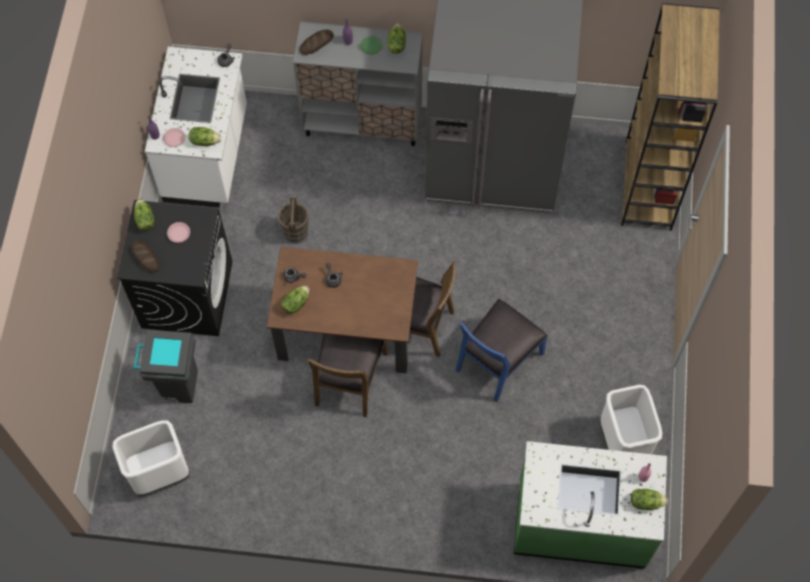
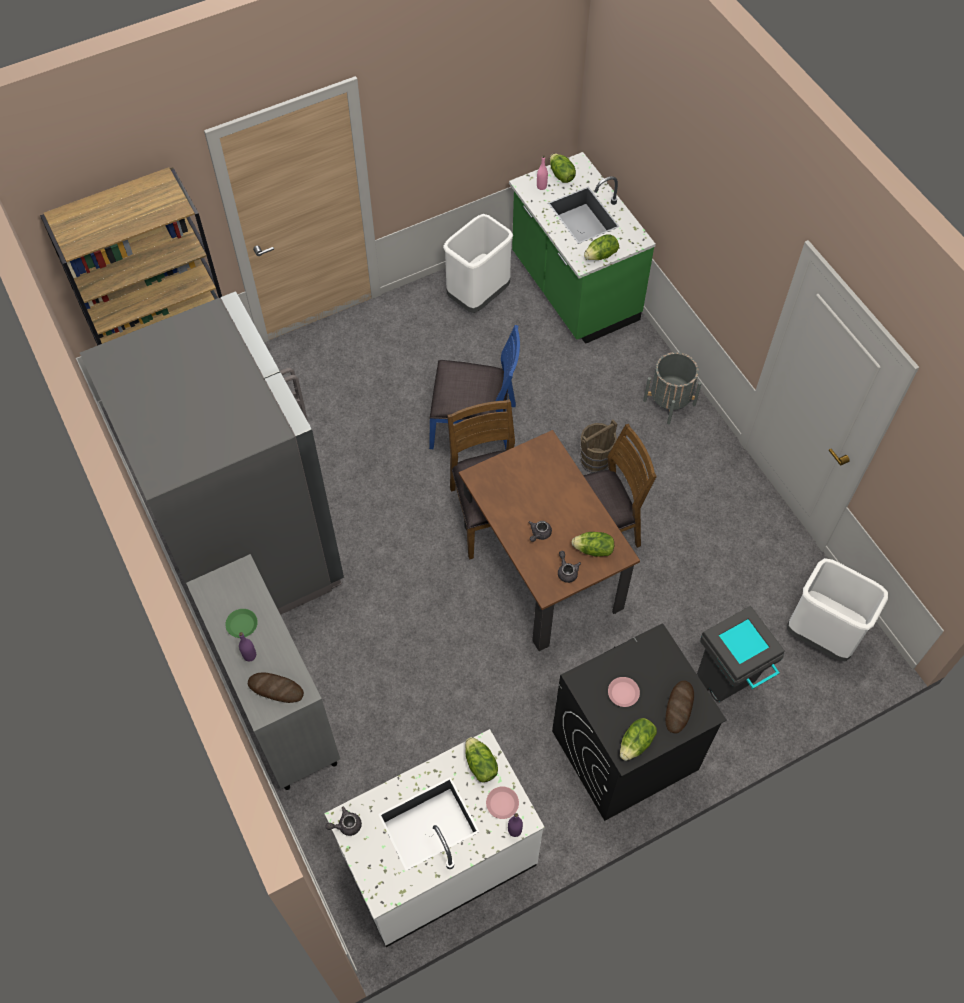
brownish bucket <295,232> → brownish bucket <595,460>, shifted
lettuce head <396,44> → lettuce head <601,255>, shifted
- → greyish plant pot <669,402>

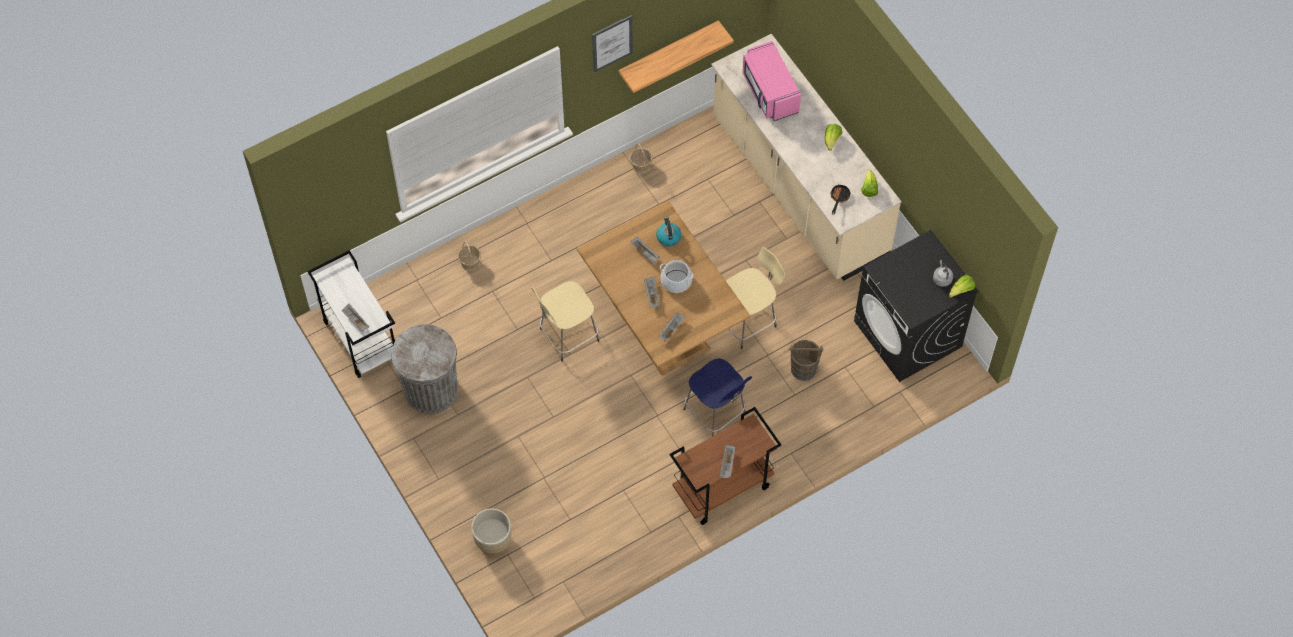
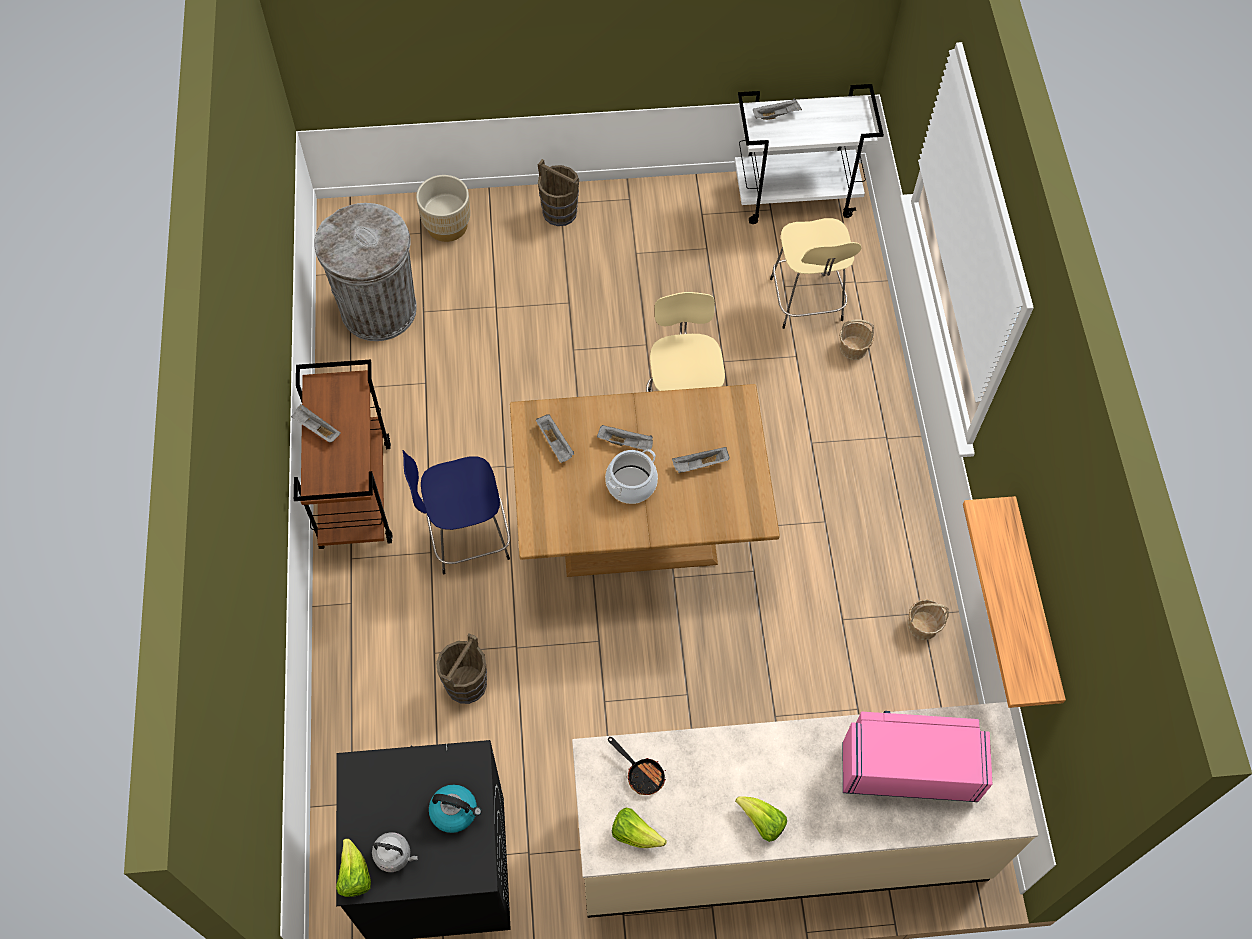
greyish trash can <431,389> → greyish trash can <379,310>, shifted
wall picture <612,43> → -
kettle <668,237> → kettle <455,811>, shifted
sand-coloured stool <748,321> → sand-coloured stool <806,302>, shifted
- → brownish bucket <560,212>

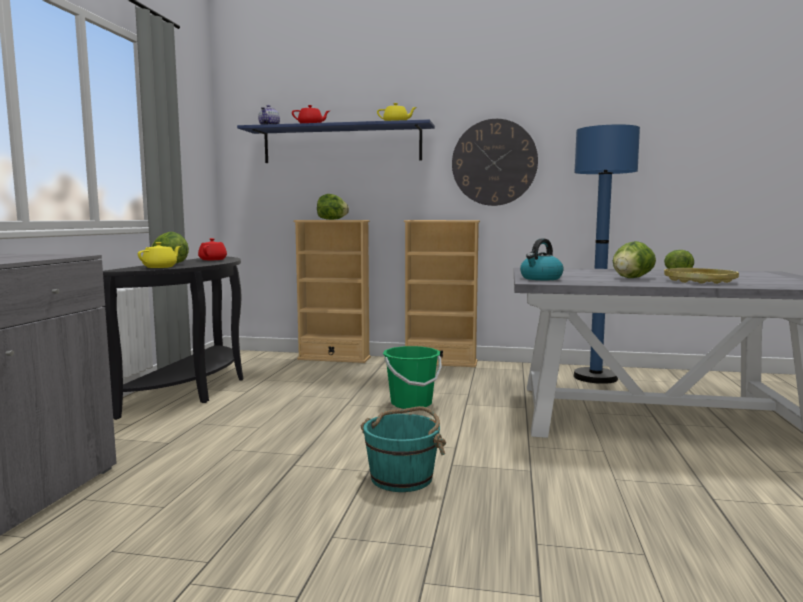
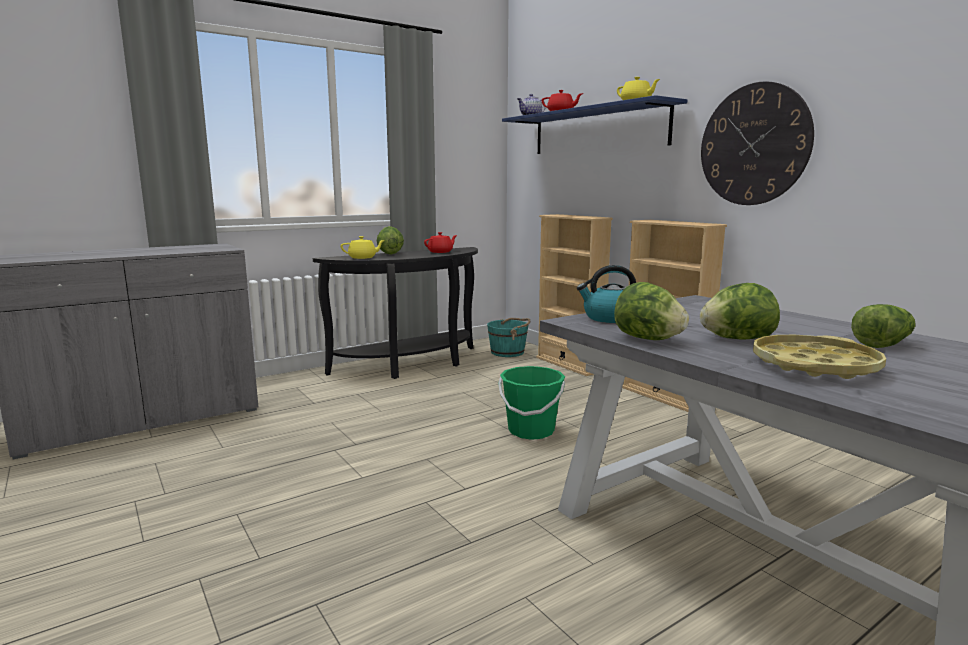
lettuce head <332,219> → lettuce head <647,339>, shifted
turquoise bucket <402,477> → turquoise bucket <508,352>, shifted
bluish standing lamp <595,377> → -

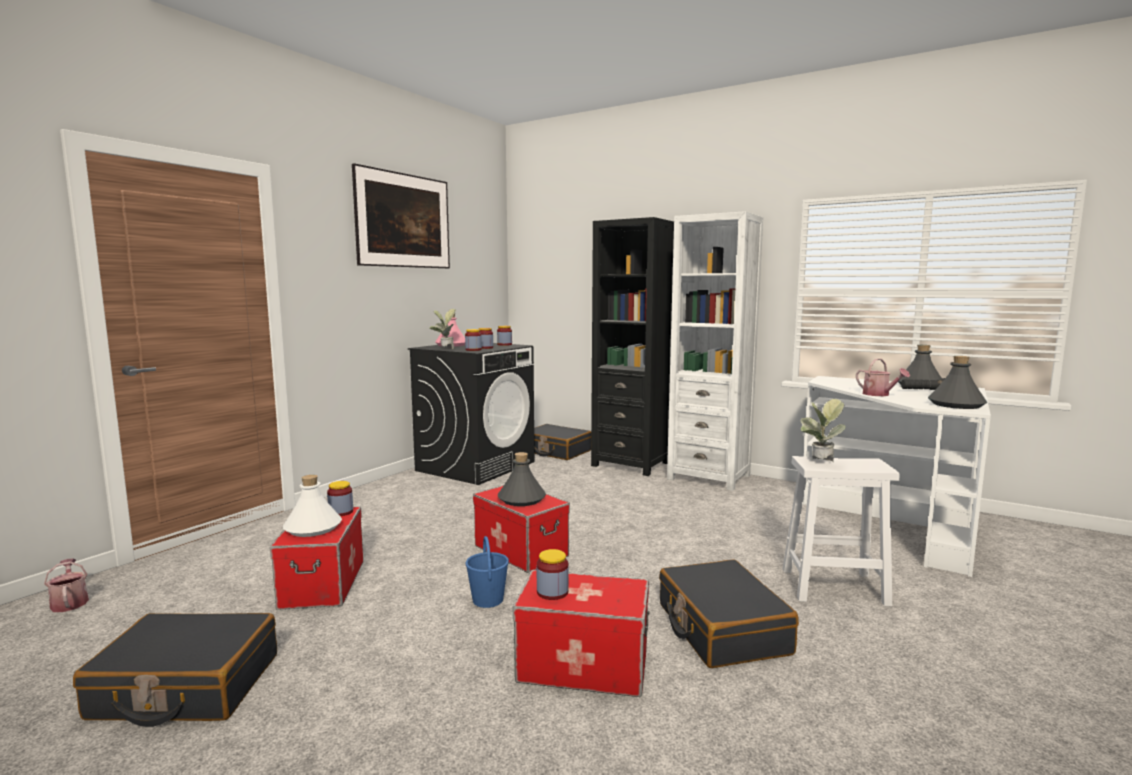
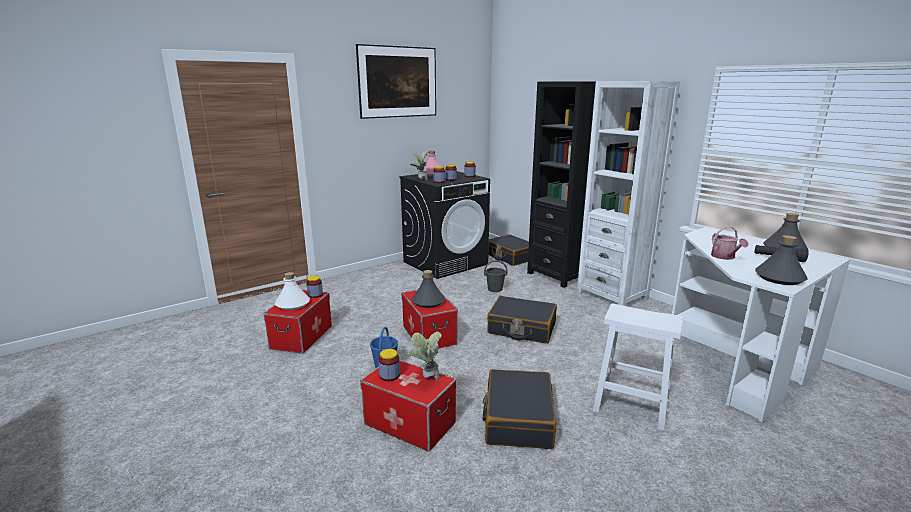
watering pot <70,602> → -
blackish piece of luggage <186,687> → blackish piece of luggage <521,328>, shifted
potted plant <819,462> → potted plant <426,379>, shifted
- → greyish bucket <495,289>

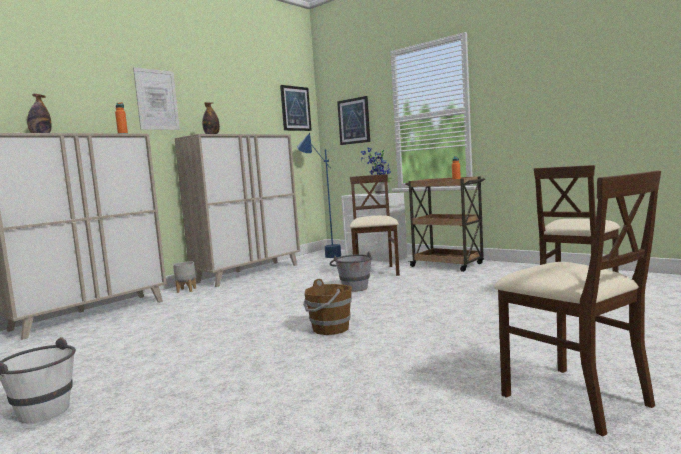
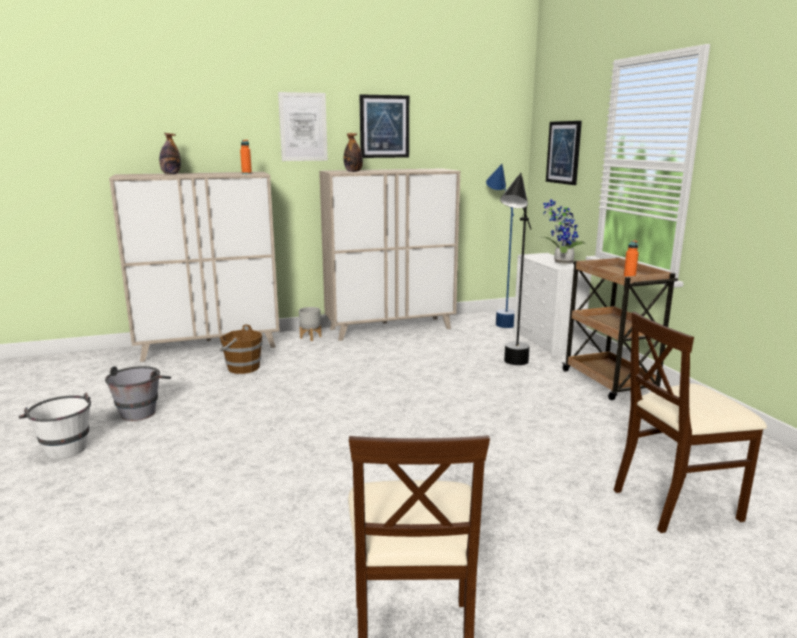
wall picture <295,108> → wall picture <384,126>, shifted
brownish bucket <330,329> → brownish bucket <242,368>, shifted
greyish bucket <353,287> → greyish bucket <142,410>, shifted
sand-coloured chair <376,272> → blackish standing lamp <511,367>

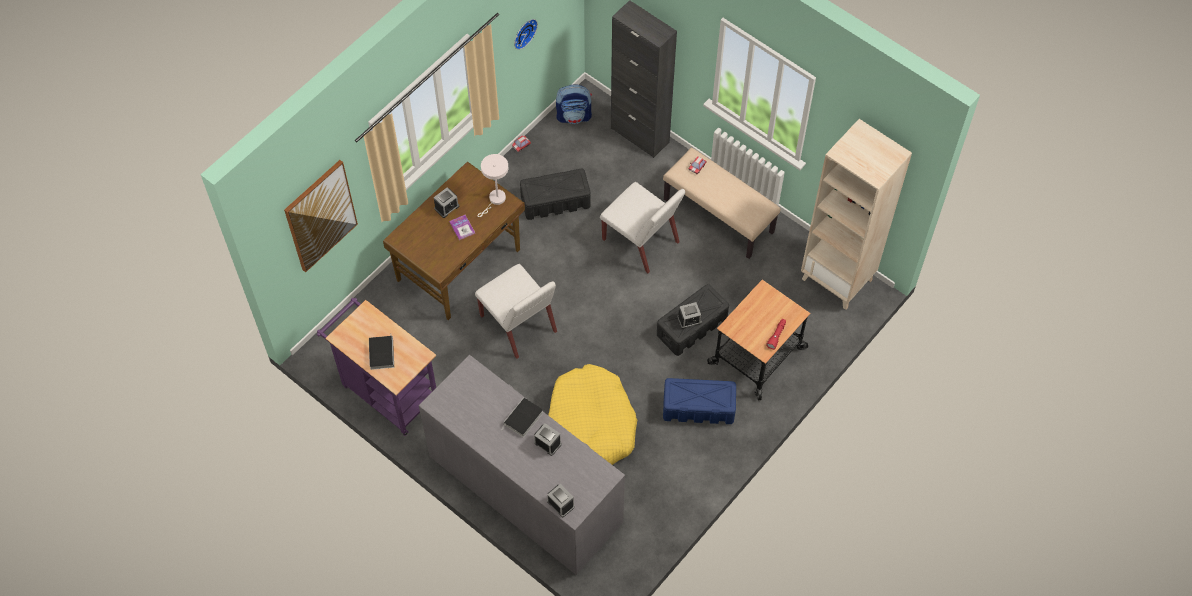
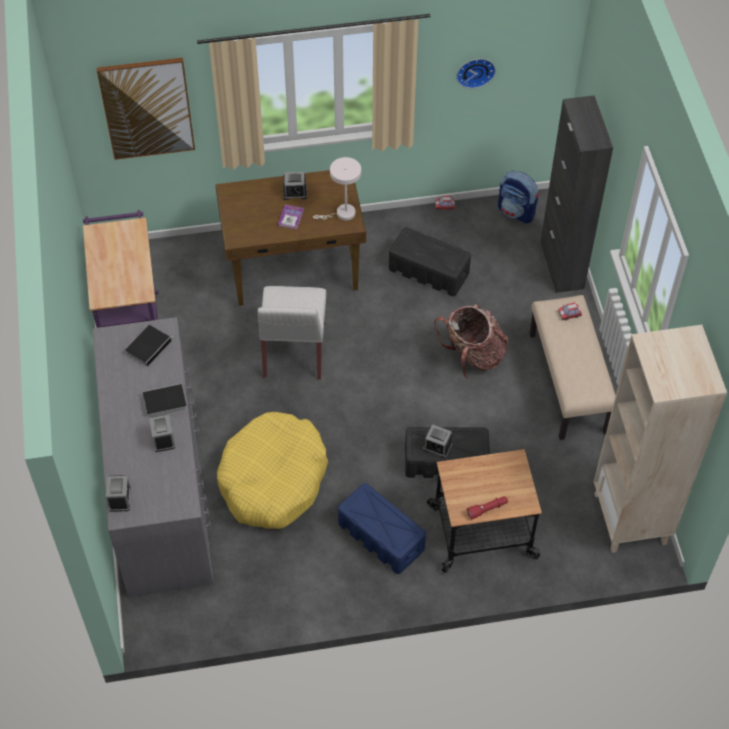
book <381,353> → book <149,346>, shifted
white chair <641,241> → backpack <472,356>

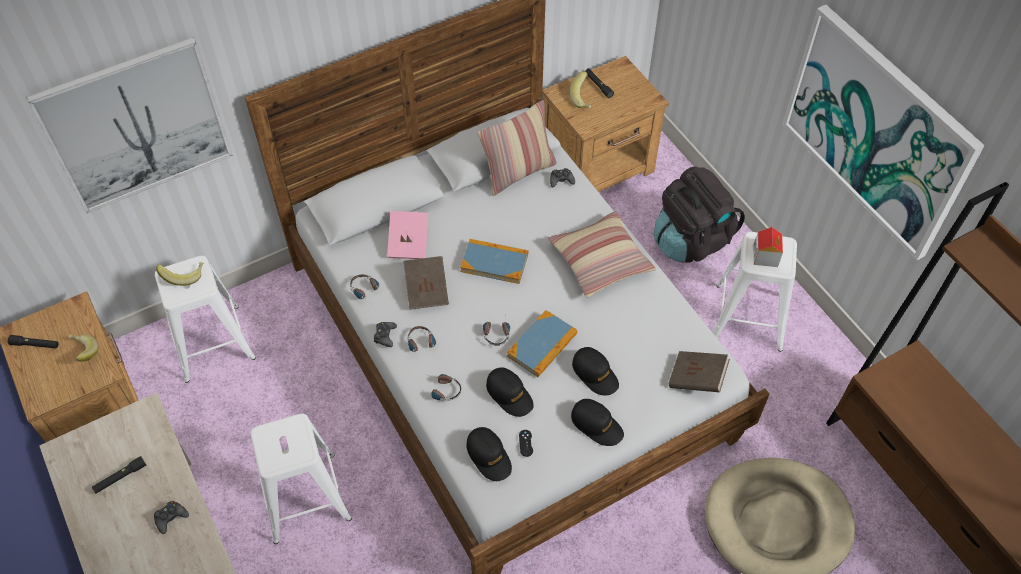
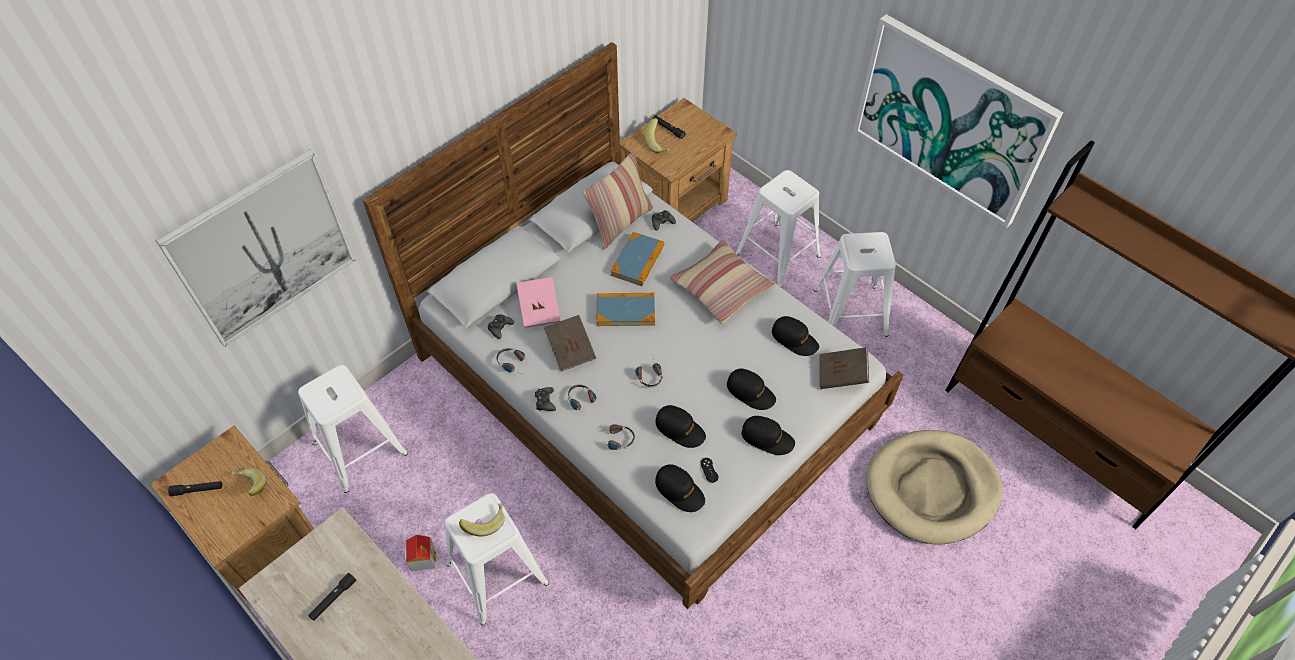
blackish joypad <171,518> → blackish joypad <500,328>, shifted
whole banana <184,276> → whole banana <485,522>, shifted
book <542,345> → book <637,261>, shifted
blackish backpack <691,240> → white stool <779,254>
toy house <765,256> → toy house <422,558>, shifted
- → blackish peaked cap <794,339>

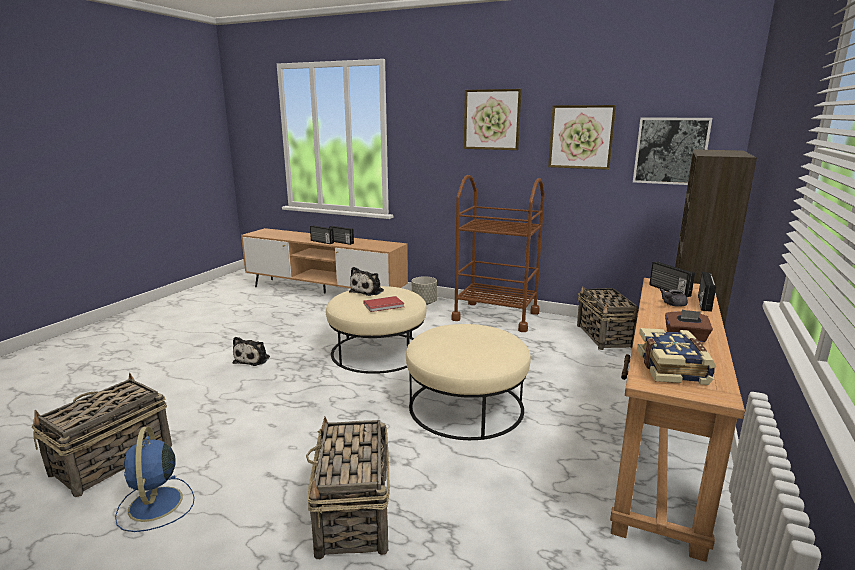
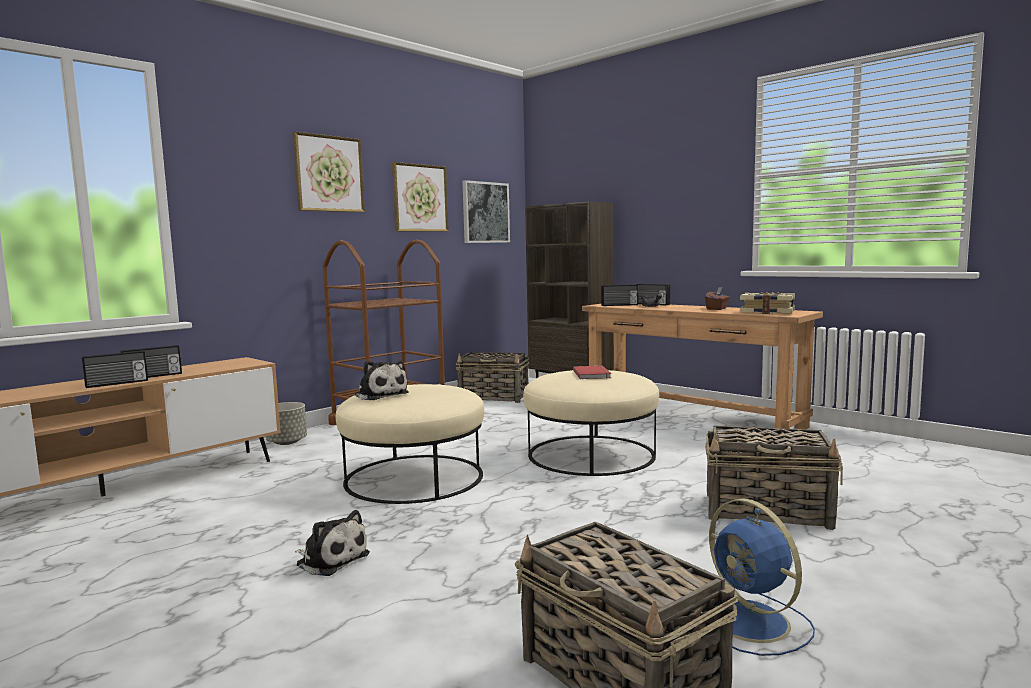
bluish cooling fan <155,505> → bluish cooling fan <753,623>, 60 degrees clockwise
red-coloured book <384,306> → red-coloured book <593,374>, shifted

